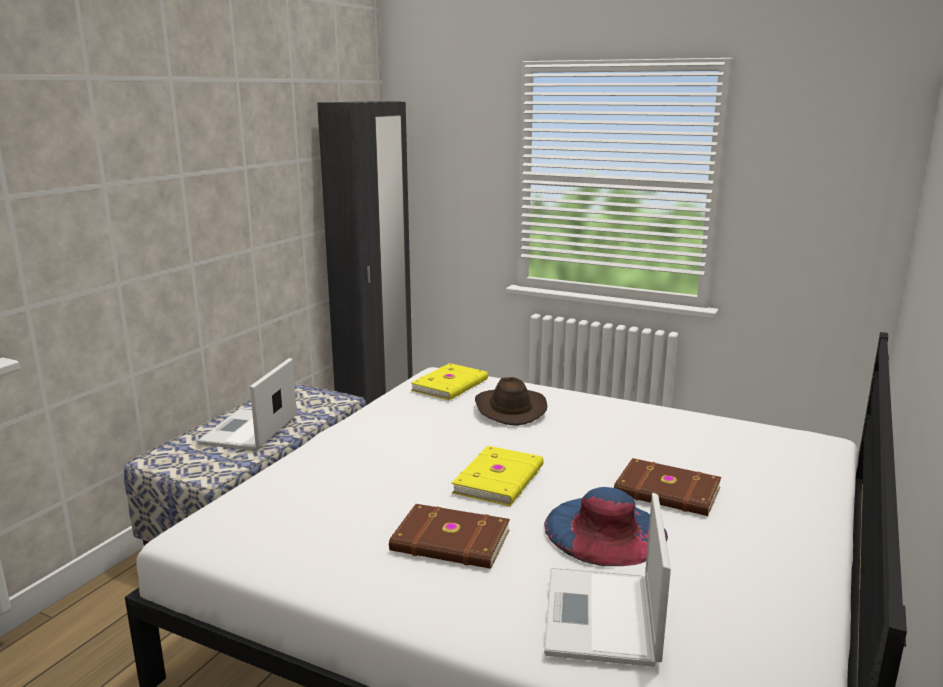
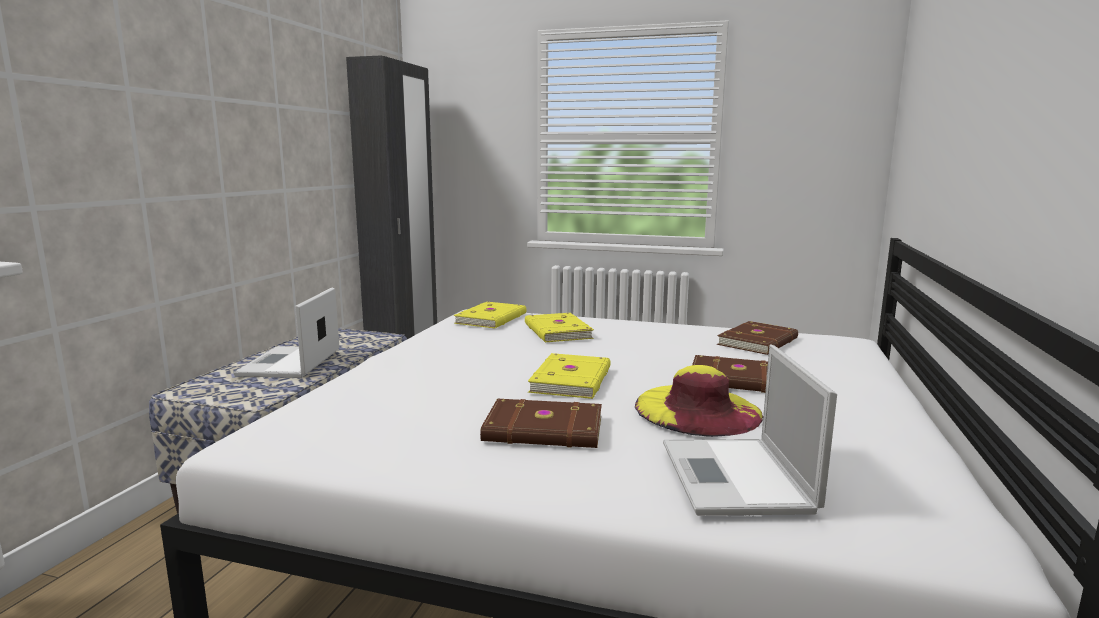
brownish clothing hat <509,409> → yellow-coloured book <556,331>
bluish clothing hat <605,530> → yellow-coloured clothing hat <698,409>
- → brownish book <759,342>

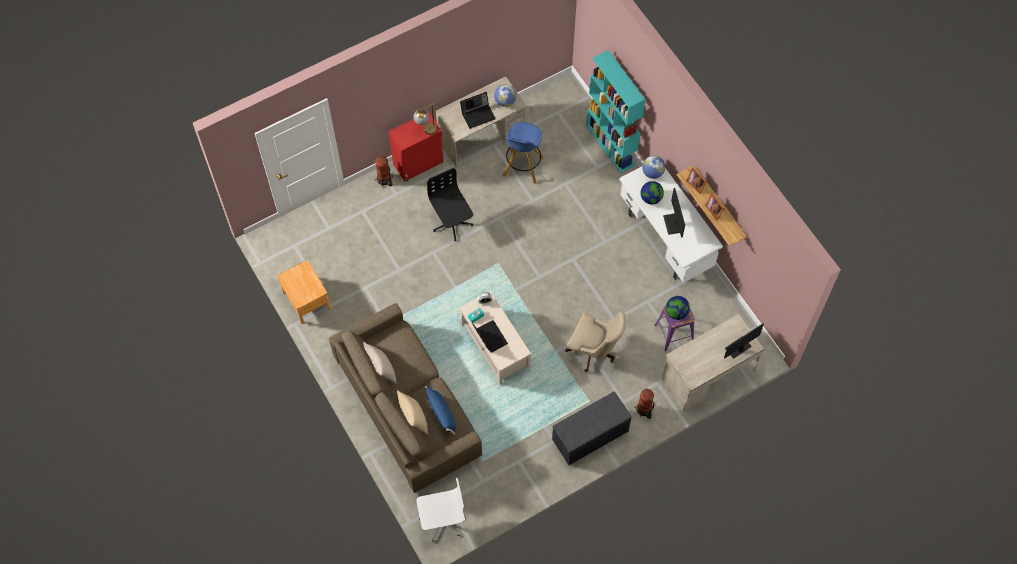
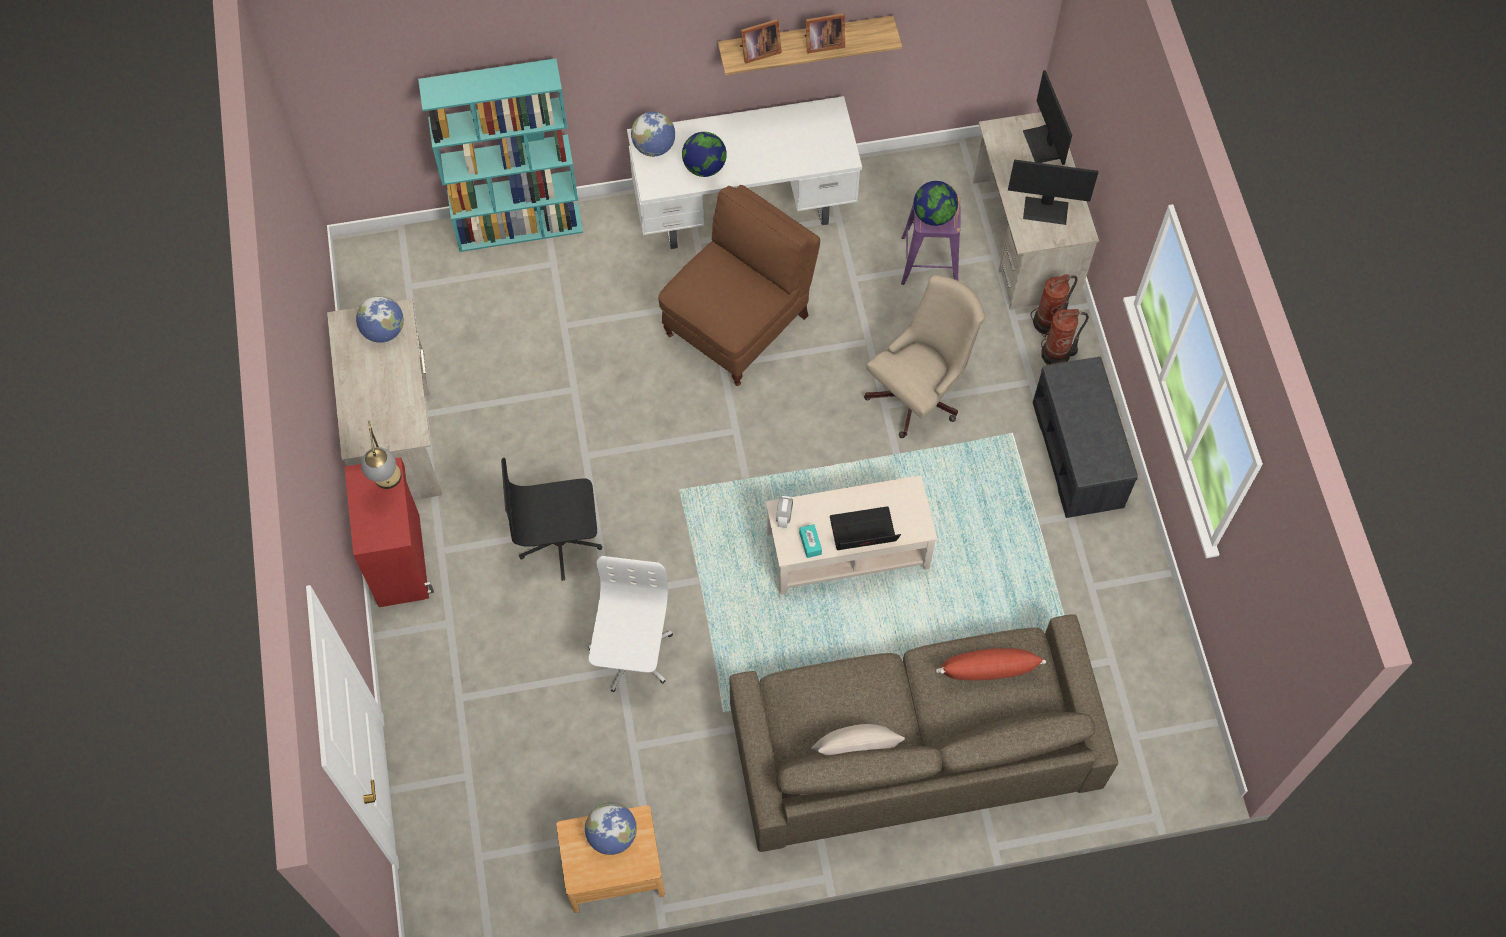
fire-fighting cylinder <384,180> → fire-fighting cylinder <1048,323>, shifted
sand-coloured throw pillow <413,419> → -
white desk chair <442,520> → white desk chair <632,654>, shifted
bluish throw pillow <441,413> → red-coloured throw pillow <987,670>
laptop <478,115> → -
bluish stool <523,167> → -
computer screen <673,223> → computer screen <1046,210>, shifted
- → desk globe <612,835>
- → brownish chair <739,324>

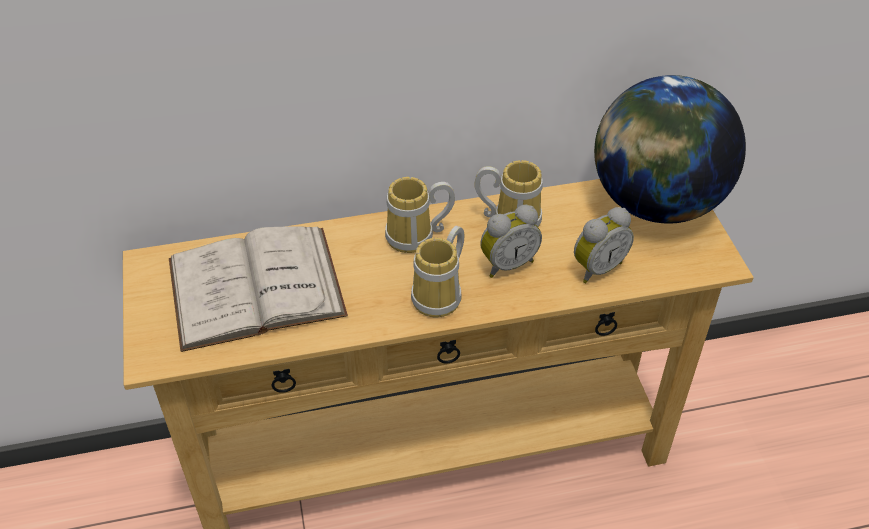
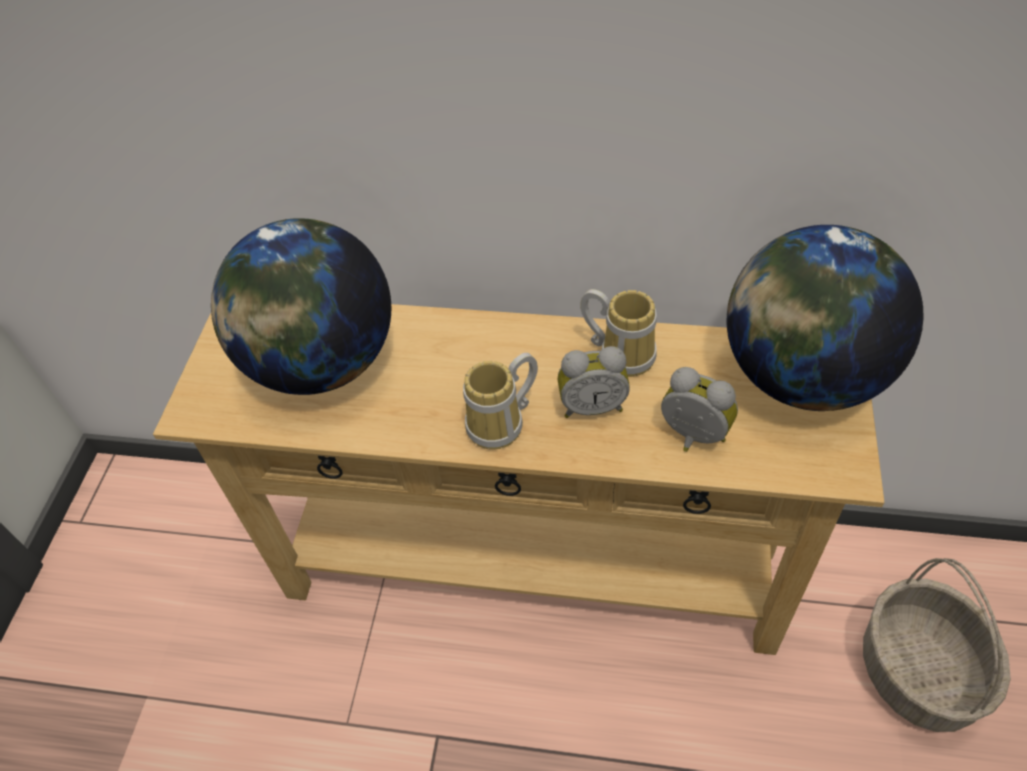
white book <255,287> → desk globe <321,363>
mug <417,238> → -
alarm clock <596,267> → alarm clock <692,437>, 135 degrees counterclockwise
- → storage basket <919,672>

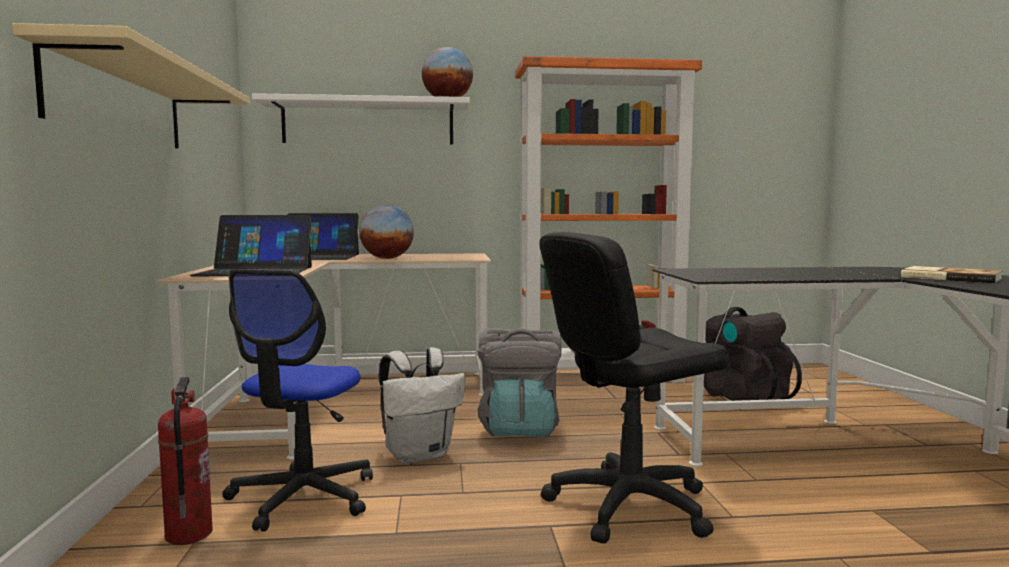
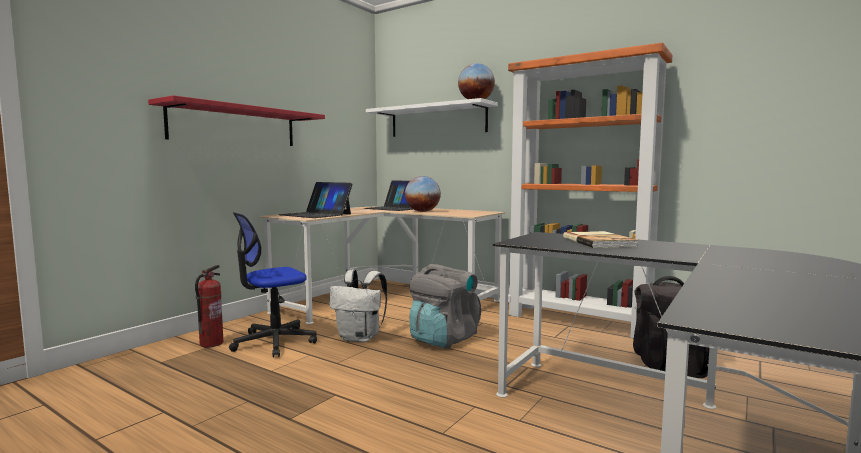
sand-coloured wall shelf <119,102> → red-coloured wall shelf <235,126>
blackish desk chair <629,505> → -
book <950,278> → book <599,242>, shifted

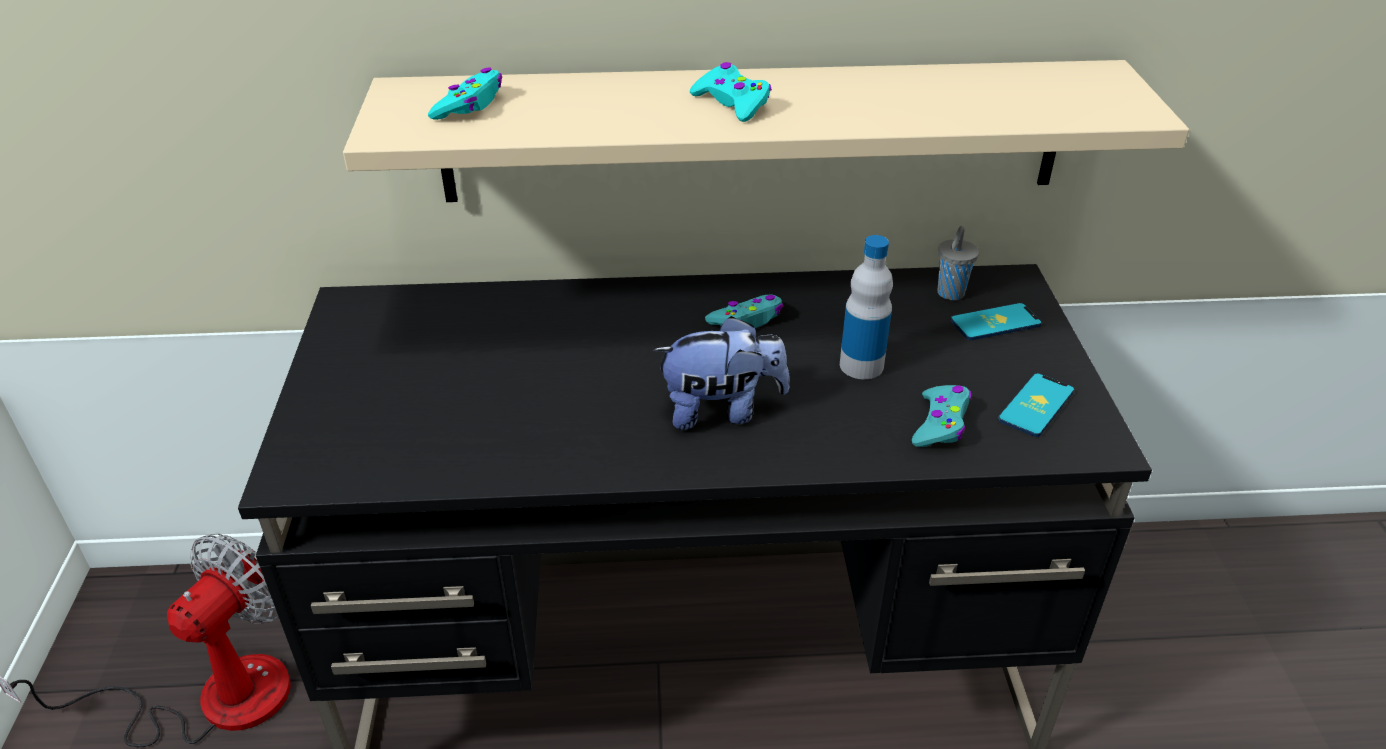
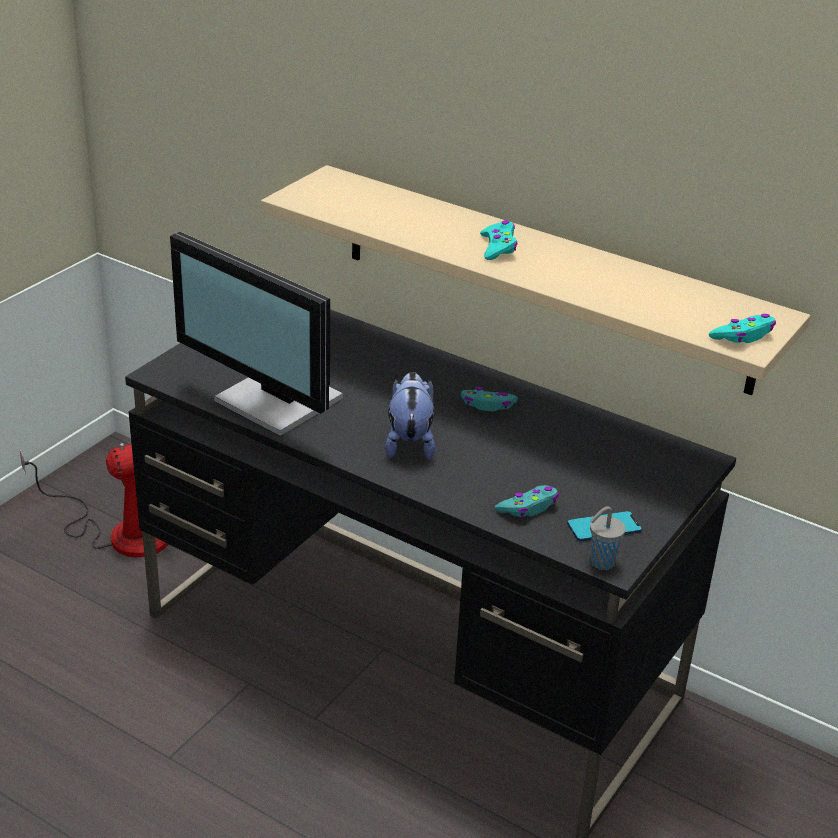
turquoise joypad <469,105> → turquoise joypad <743,336>, shifted
cuddly toy <721,410> → cuddly toy <409,442>, 120 degrees counterclockwise
bottle <861,365> → -
greyish cup <950,294> → greyish cup <601,563>, shifted
telephone <995,323> → -
- → computer screen <276,402>

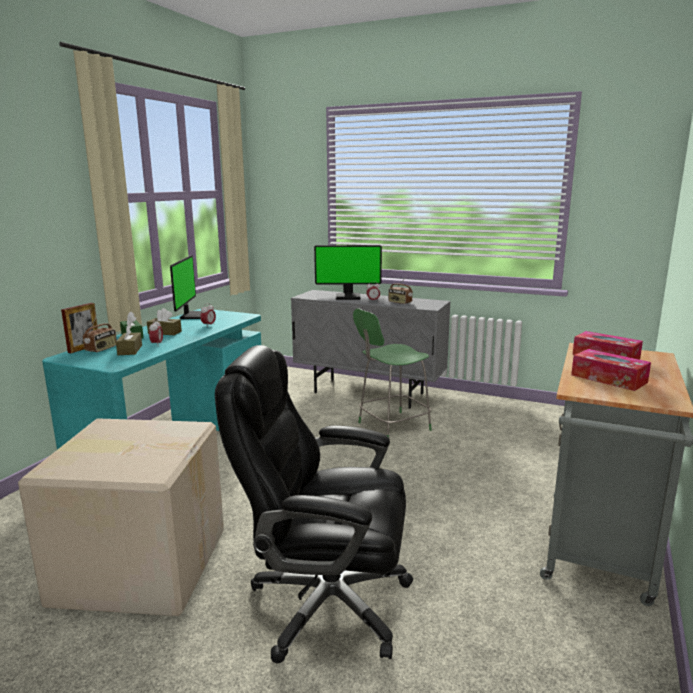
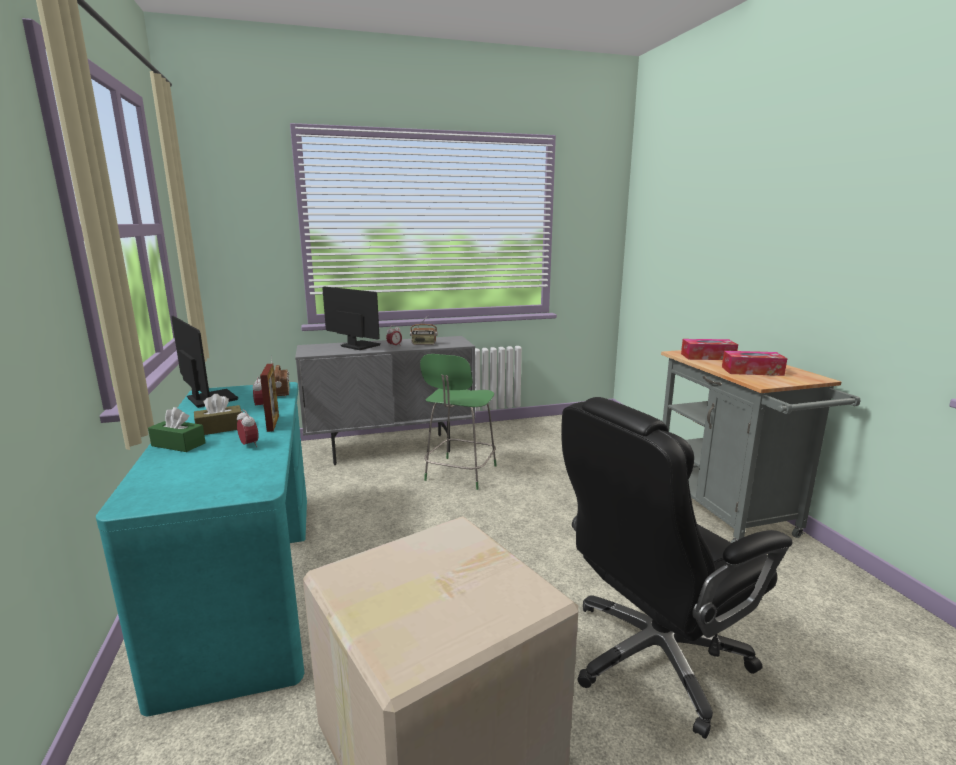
standing frame <84,348> → standing frame <273,423>, shifted
radio set <101,349> → radio set <281,393>, shifted
brownish tissue box <130,350> → -
computer screen <348,296> → computer screen <358,346>, 105 degrees counterclockwise

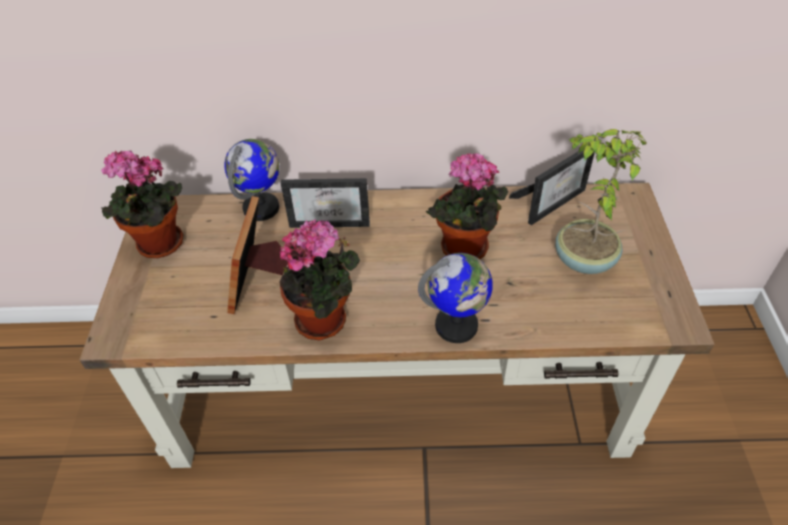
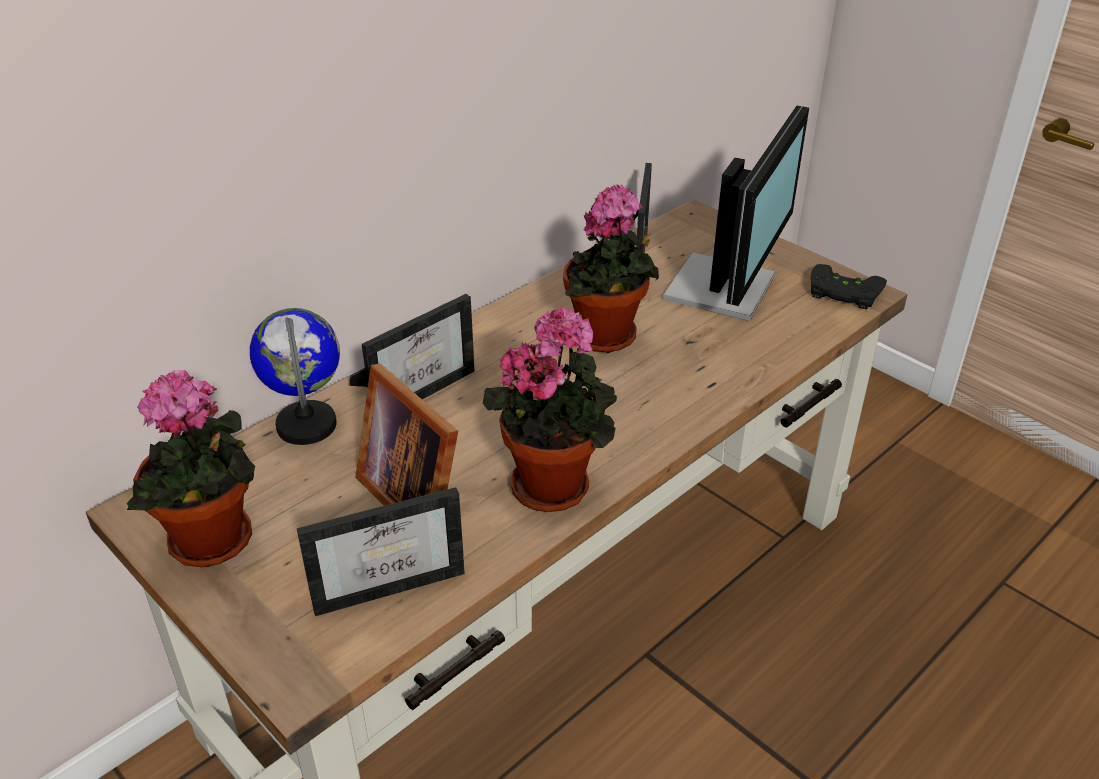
desk globe <457,326> → -
potted plant <582,260> → computer screen <725,288>
- → standing frame <389,580>
- → blackish joypad <843,293>

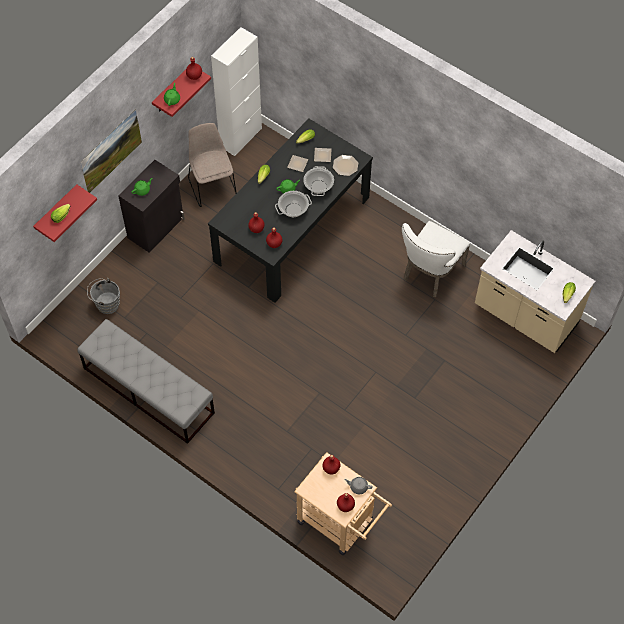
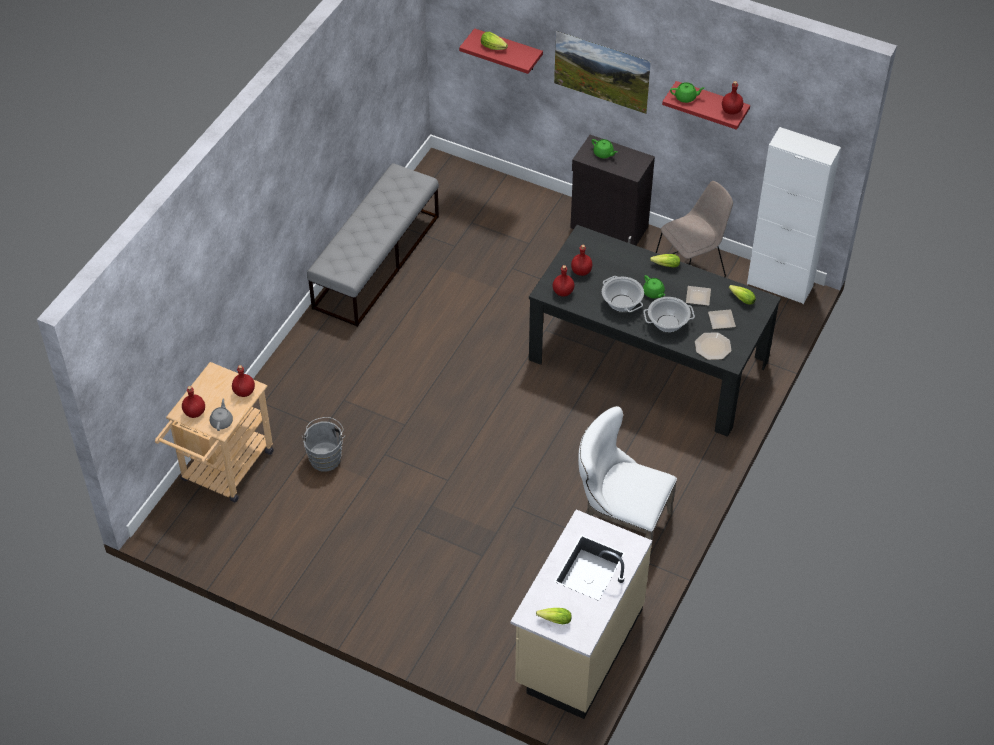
greyish bucket <106,304> → greyish bucket <326,457>, shifted

